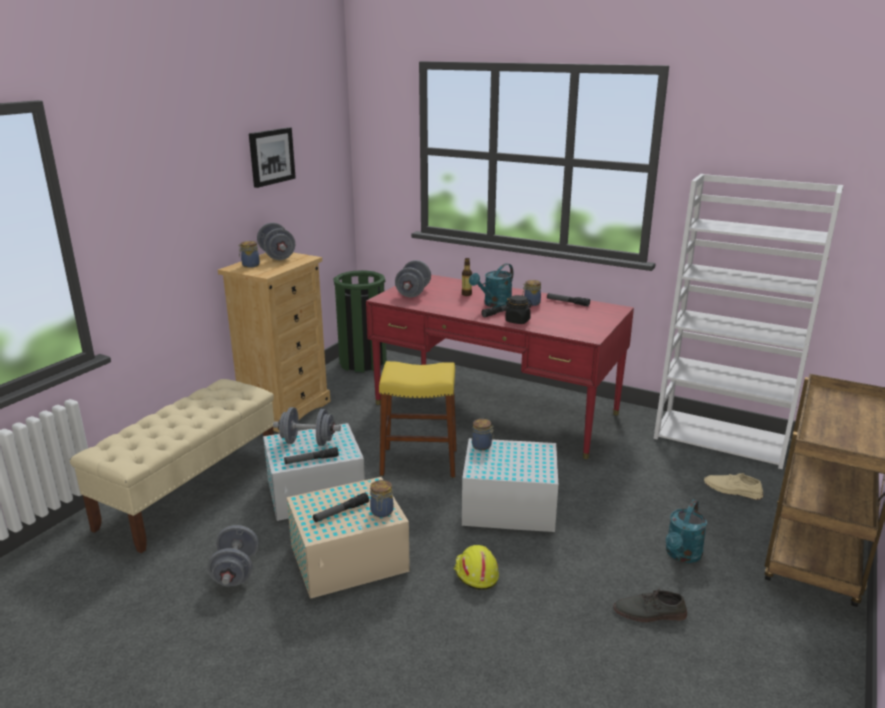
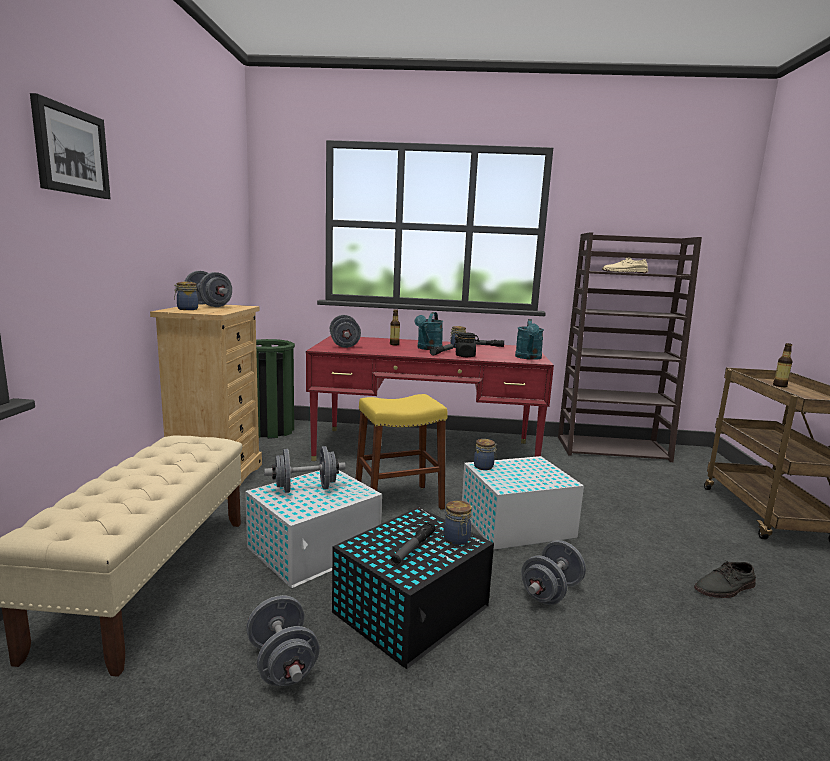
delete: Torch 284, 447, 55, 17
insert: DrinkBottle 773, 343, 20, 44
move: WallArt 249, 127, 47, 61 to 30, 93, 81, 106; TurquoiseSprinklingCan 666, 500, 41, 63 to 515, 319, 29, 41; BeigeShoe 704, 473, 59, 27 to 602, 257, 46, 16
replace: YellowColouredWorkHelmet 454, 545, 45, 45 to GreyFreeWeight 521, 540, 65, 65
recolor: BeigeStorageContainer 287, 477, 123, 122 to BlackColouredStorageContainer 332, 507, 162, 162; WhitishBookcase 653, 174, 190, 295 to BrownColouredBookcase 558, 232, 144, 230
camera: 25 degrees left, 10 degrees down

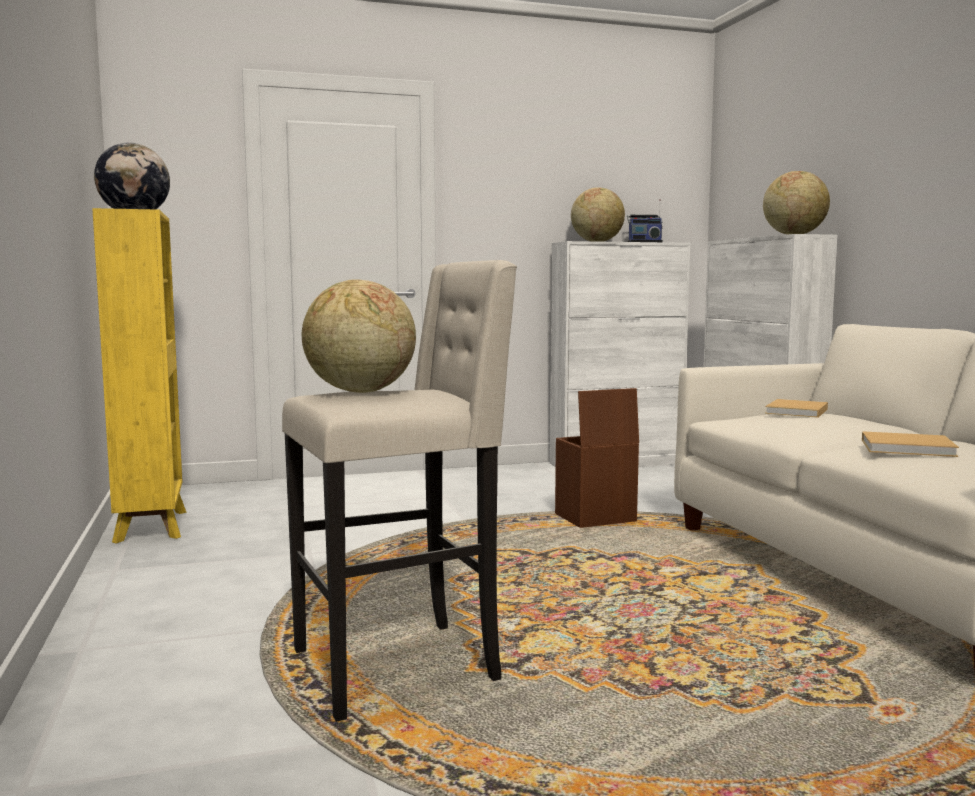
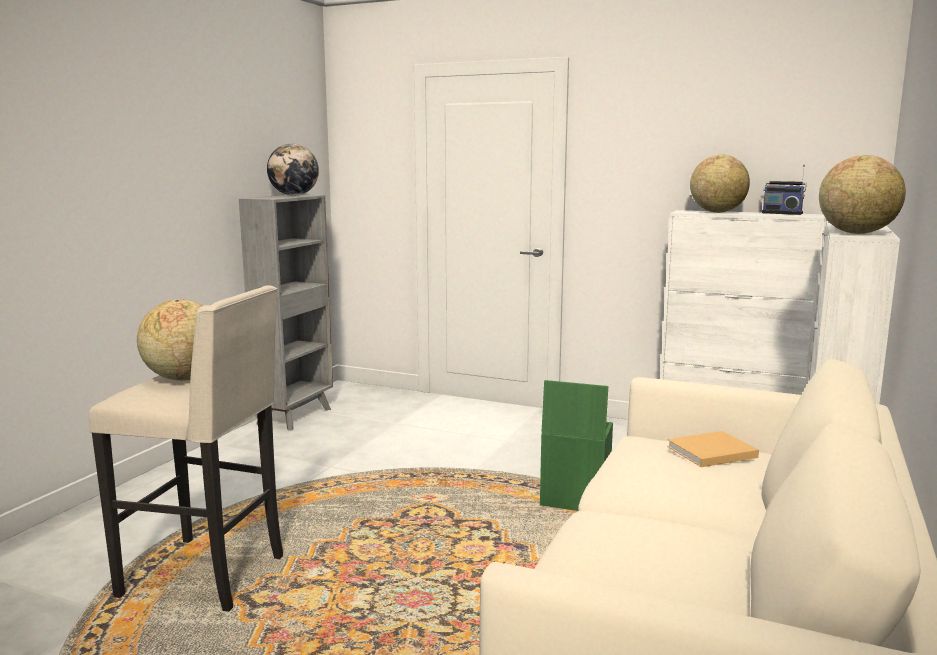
delete: BeigeVolume 862, 431, 97, 26
recolor: YellowColouredBookcase 92, 208, 94, 336 to GreyBookcase 239, 195, 94, 236; BrownColouredStorageContainer 555, 388, 84, 140 to GreenStorageContainer 540, 380, 73, 131
camera: 40 degrees right, 5 degrees up

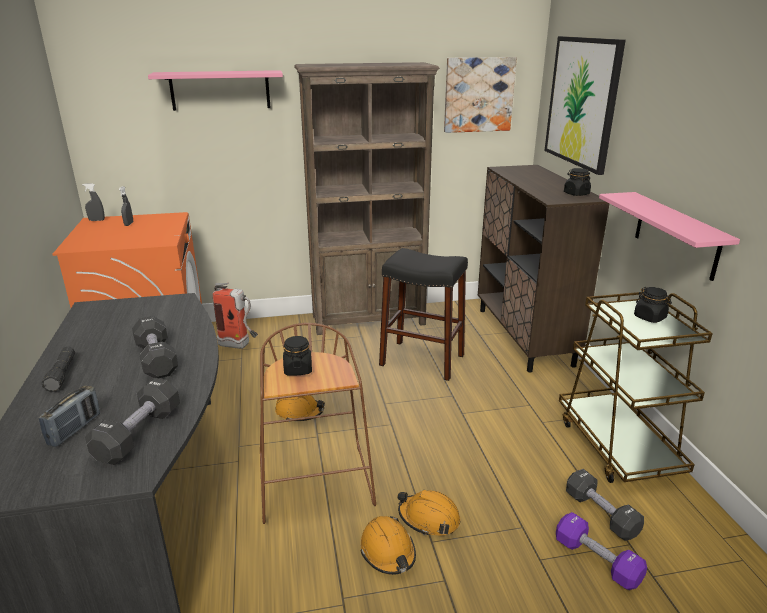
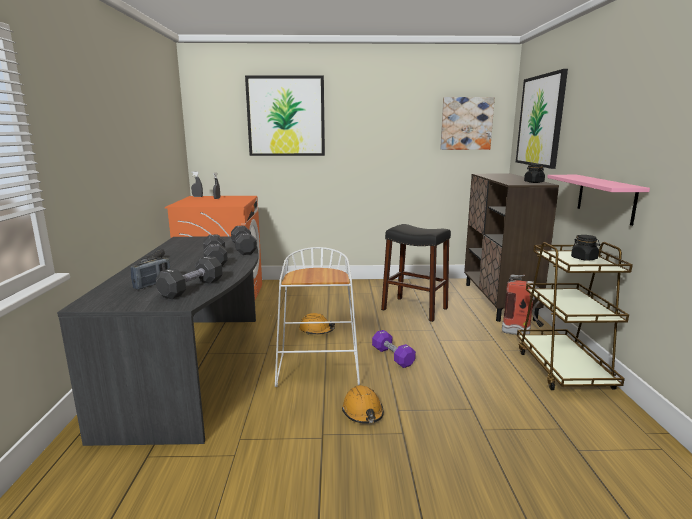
delete: BlackColouredStorageJar 283, 336, 29, 39; BrownColouredBookcase 294, 62, 146, 273; OrangeWorkHelmet 398, 490, 62, 46
move: Extinguisher 213, 283, 45, 66 to 502, 274, 42, 61; PurpleFreeWeight 556, 512, 91, 78 to 372, 330, 44, 38; BlackColouredFreeWeight 566, 469, 78, 72 to 231, 225, 26, 30
replace: PinkishShelf 148, 70, 135, 41 to WallArt 245, 75, 80, 81
recolor: BrownColouredStoolSeat 260, 323, 116, 201 to WhitishStoolSeat 275, 247, 85, 140
camera: 10 degrees right, 10 degrees down

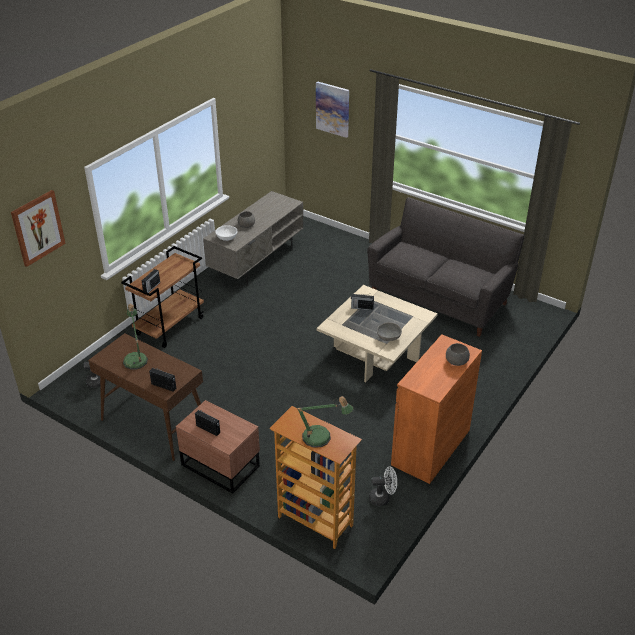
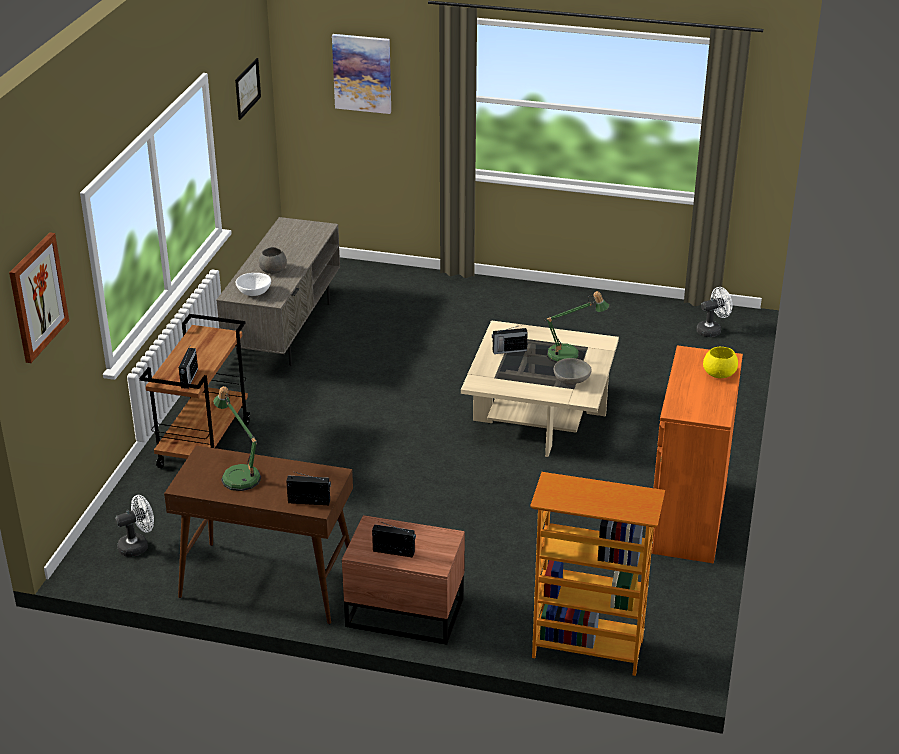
delete: GreySofa 367, 197, 158, 140
insert: WallArt 235, 58, 26, 62
move: TableLamp 296, 396, 57, 52 to 544, 291, 65, 72; WhitishCoolingFan 369, 467, 28, 39 to 696, 287, 36, 50
recolor: GreyServingBowl 446, 343, 24, 23 to YellowColouredServingBowl 703, 347, 35, 31
camera: 20 degrees left, 5 degrees down

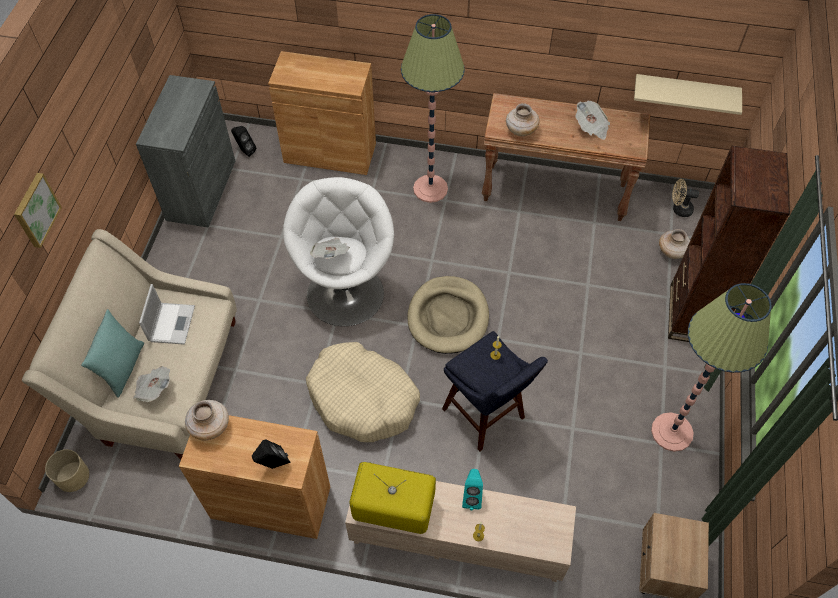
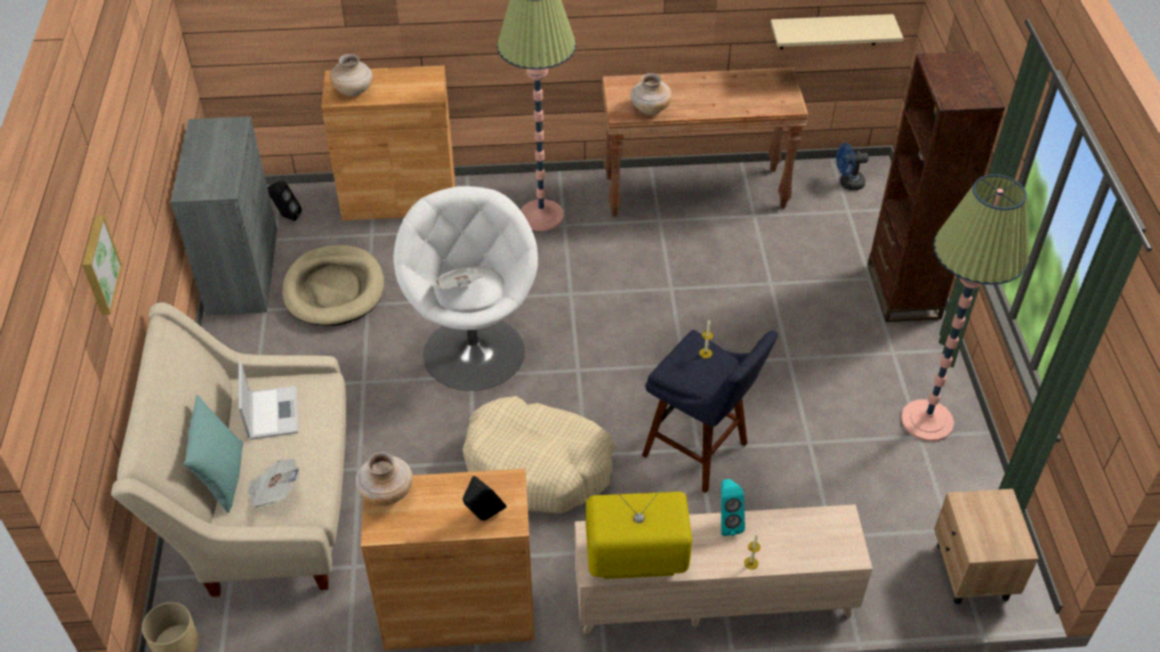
delete: PrintedPaper 575, 101, 35, 39
move: BeigePetBed 407, 276, 82, 78 to 282, 245, 102, 81; BeigeVase 659, 229, 31, 30 to 330, 54, 43, 42
recolor: BeigeCoolingFan 672, 179, 27, 38 to BluishCoolingFan 836, 143, 33, 47
camera: 15 degrees left, 10 degrees down

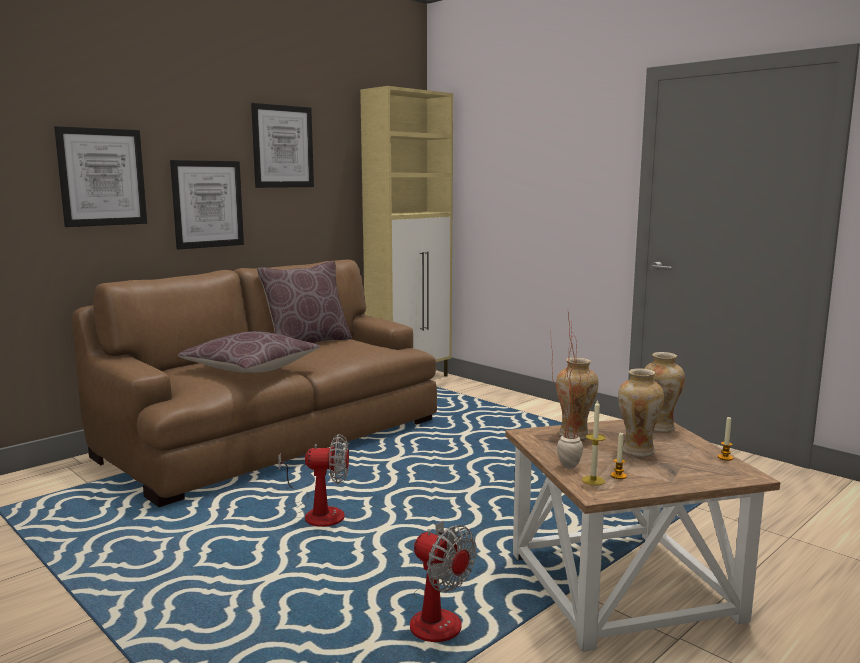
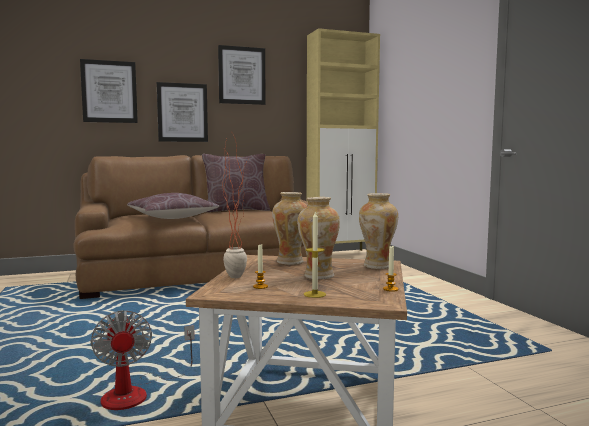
delete: CoolingFan 278, 434, 71, 93
move: Candle 582, 399, 24, 86 to 304, 212, 22, 86
camera: 25 degrees right, 5 degrees down

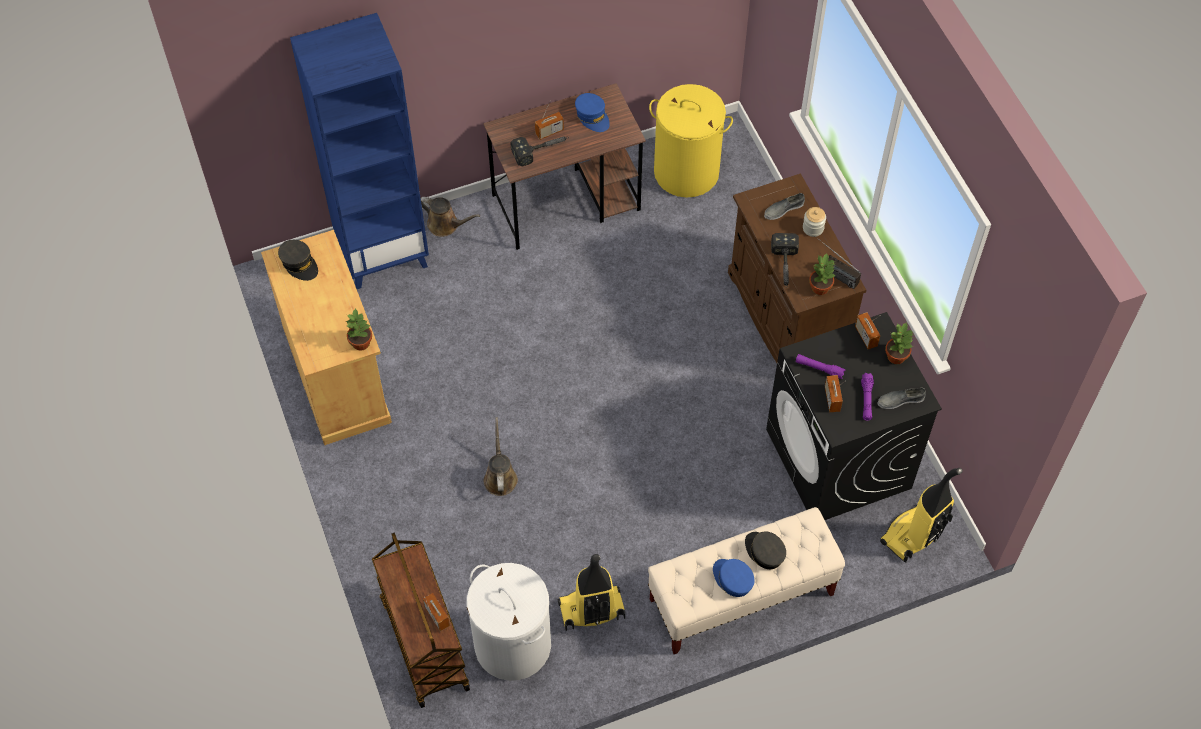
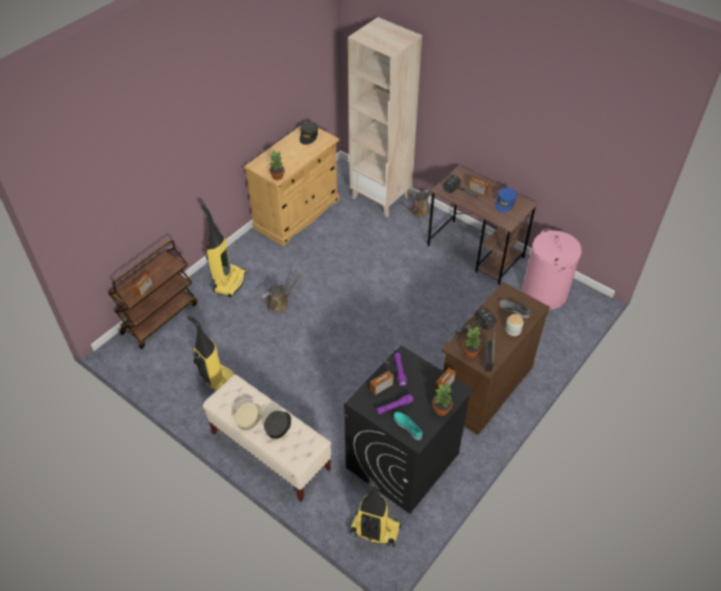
delete: WhitishHamper 466, 563, 85, 118
insert: Hoover 201, 204, 45, 93
recolor: BluishBookcase 290, 13, 139, 276 to BeigeBookcase 348, 17, 74, 200; YellowColouredHamper 649, 84, 84, 114 to PinkishHamper 522, 229, 60, 81; BluishPeakedCap 713, 559, 42, 38 to BeigePeakedCap 235, 402, 27, 28; GreyShoe 878, 388, 48, 21 to TurquoiseShoe 394, 412, 29, 28
rotate: BrownColouredSprinklingCan 421, 197, 59, 40 = 404, 189, 27, 28 45 degrees clockwise
camera: 60 degrees right, 10 degrees down

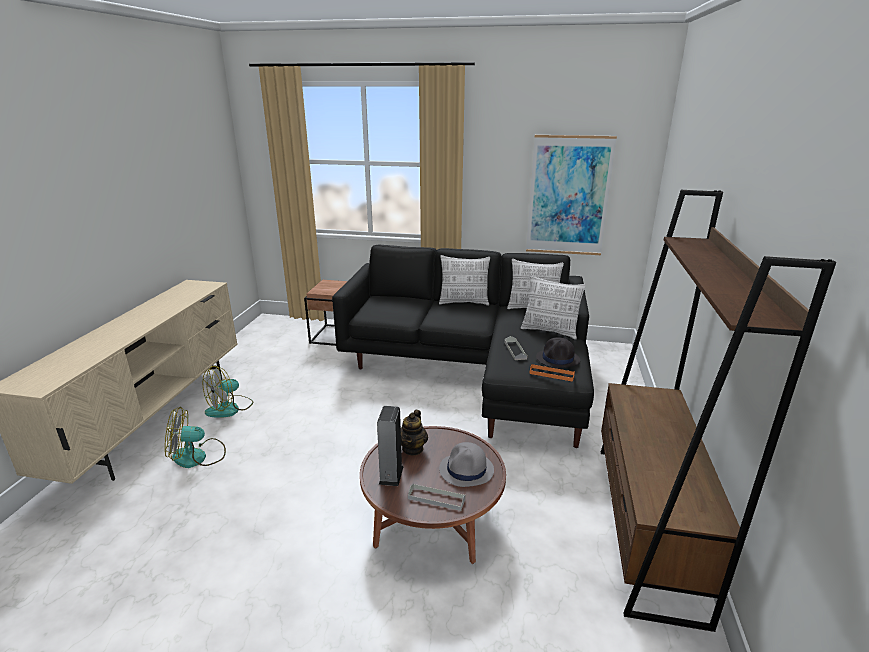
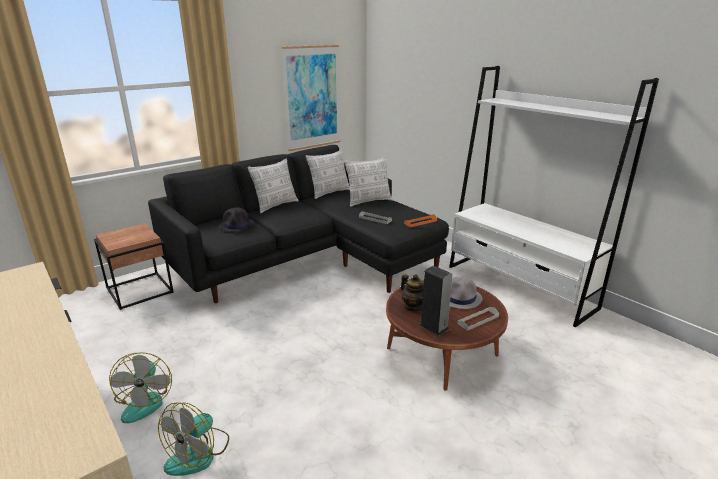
move: BlackColouredWearableHat 536, 337, 44, 31 to 218, 207, 37, 25
recolor: BrownColouredBookcase 601, 190, 235, 442 to WhitishBookcase 449, 66, 210, 262
camera: 50 degrees left, 0 degrees up

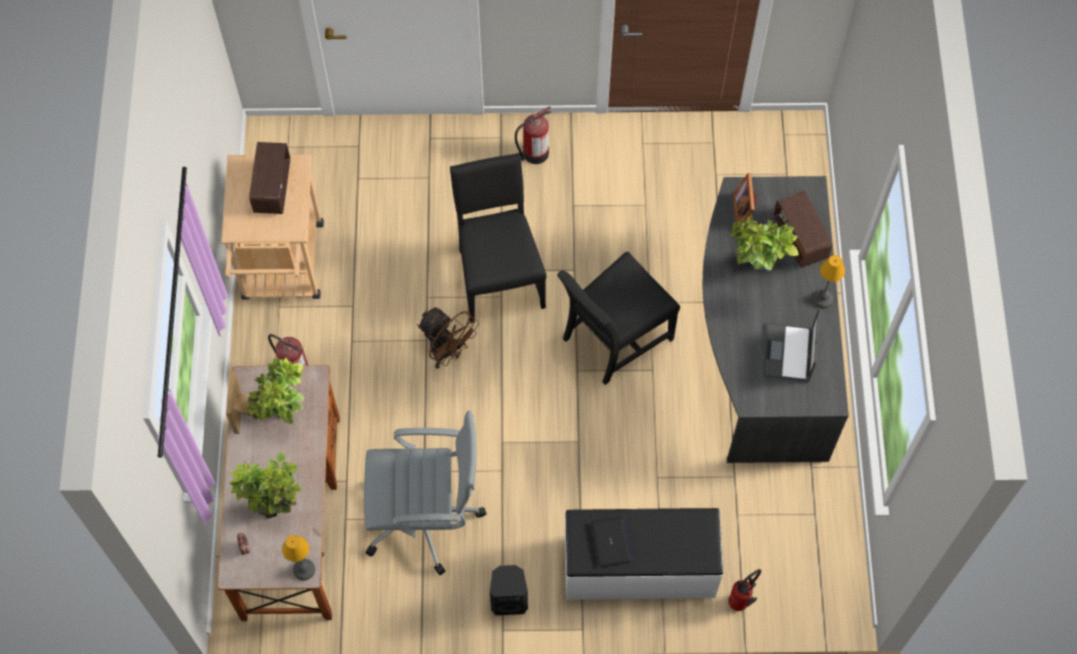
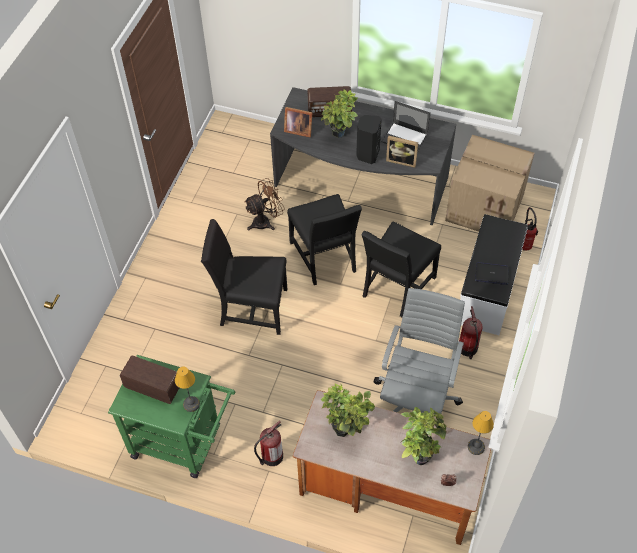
insert: BlackColouredChair 362, 221, 79, 96; CardboardBox 445, 135, 90, 97
move: PhotoFrame 226, 371, 26, 63 to 386, 136, 32, 32; BrownColouredCoolingFan 417, 307, 62, 62 to 244, 178, 41, 52; BlackColouredAudioSpeaker 490, 565, 38, 50 to 356, 115, 26, 49; Extinguisher 515, 106, 36, 58 to 459, 306, 24, 53; TableLamp 812, 255, 33, 53 to 175, 366, 25, 46
recolor: BeigeTrolley 221, 154, 103, 146 to GreenTrolley 108, 355, 127, 123
camera: 70 degrees left, 10 degrees down

